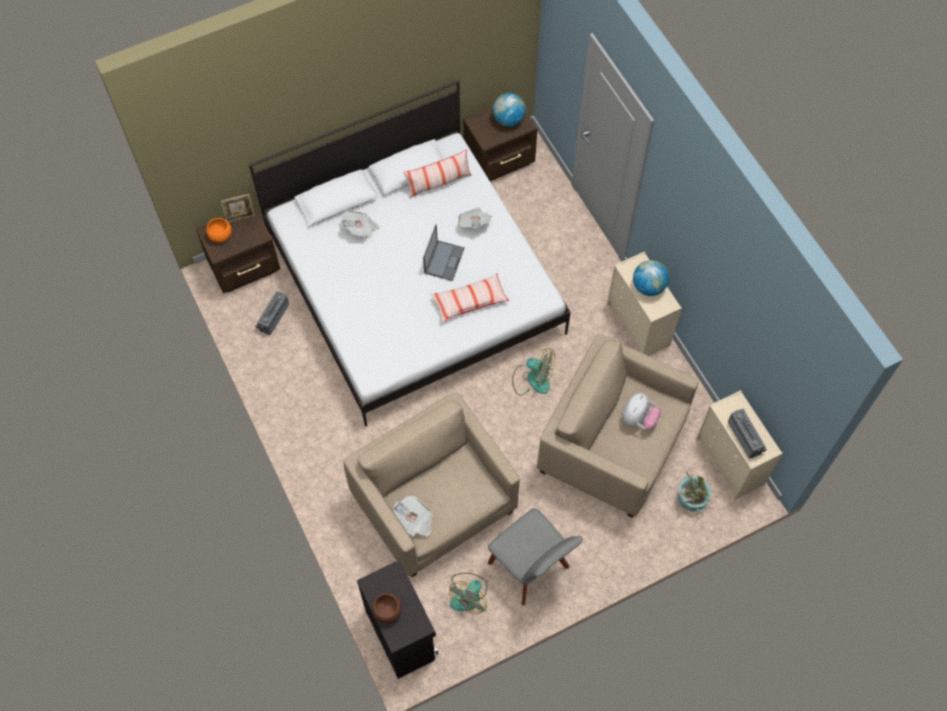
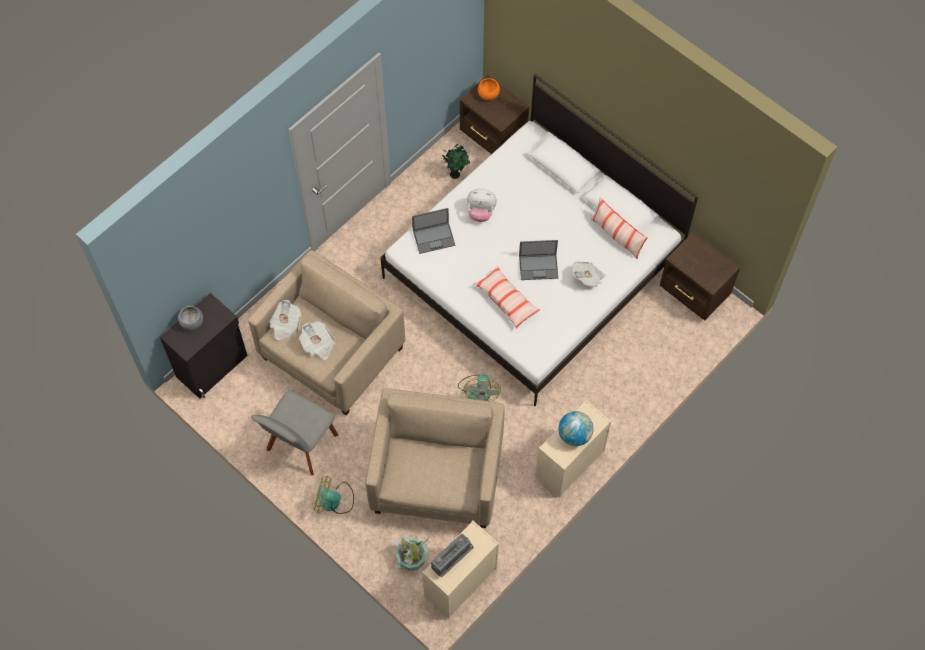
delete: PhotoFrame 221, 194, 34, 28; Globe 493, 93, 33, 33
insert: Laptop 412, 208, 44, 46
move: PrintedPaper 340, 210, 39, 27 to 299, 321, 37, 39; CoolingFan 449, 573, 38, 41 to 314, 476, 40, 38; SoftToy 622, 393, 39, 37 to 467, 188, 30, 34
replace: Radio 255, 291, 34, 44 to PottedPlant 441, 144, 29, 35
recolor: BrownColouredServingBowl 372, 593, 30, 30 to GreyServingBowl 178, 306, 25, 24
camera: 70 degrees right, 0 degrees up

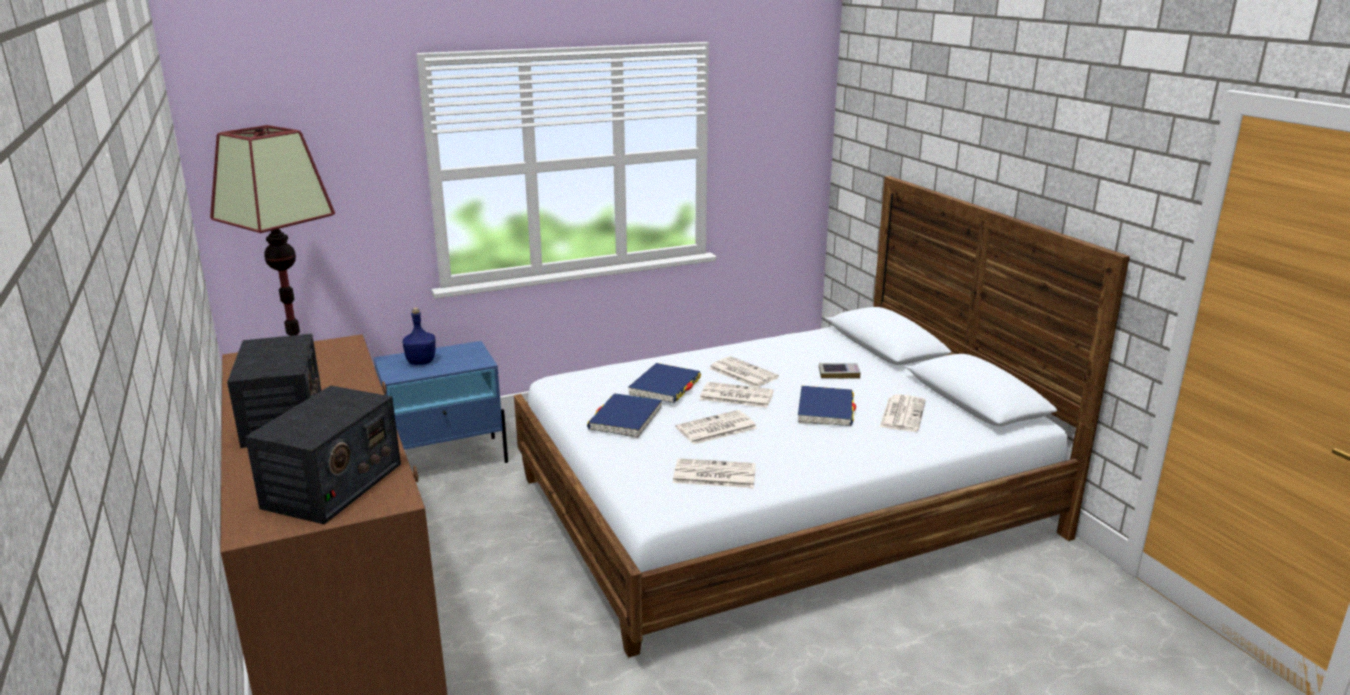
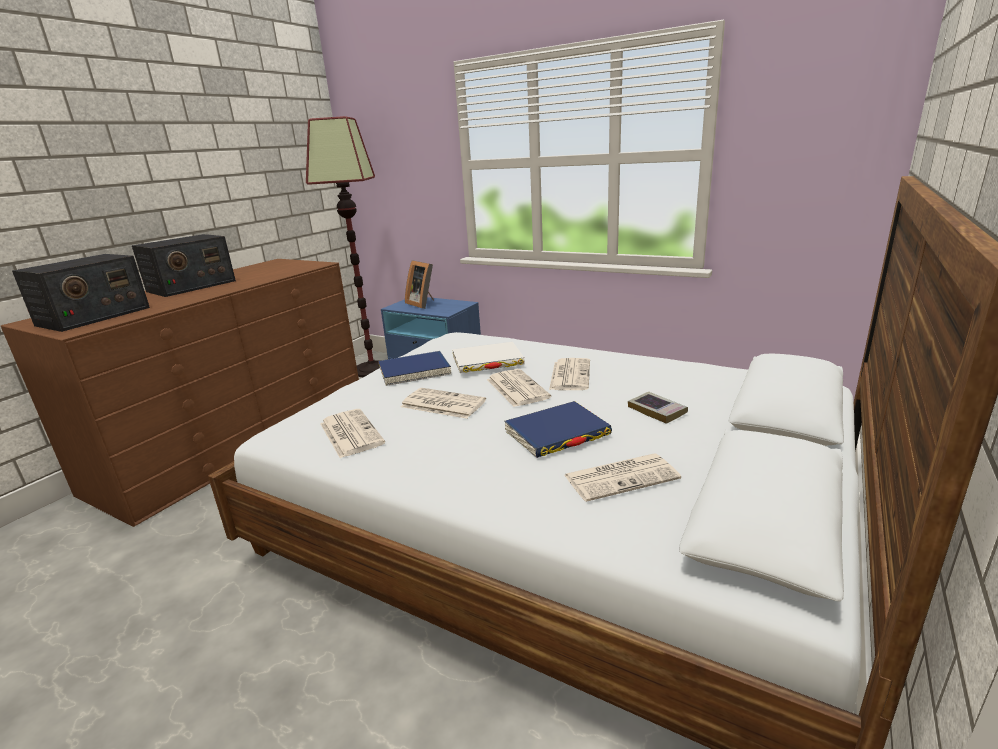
replace: BluishDrinkBottle 403, 308, 32, 57 to PhotoFrame 405, 260, 29, 49
recolor: BluishVolume 628, 363, 73, 40 to WhitishVolume 452, 342, 73, 31
rotate: Radio 245, 385, 156, 139 = 12, 254, 138, 78 45 degrees counterclockwise
camera: 55 degrees right, 0 degrees up

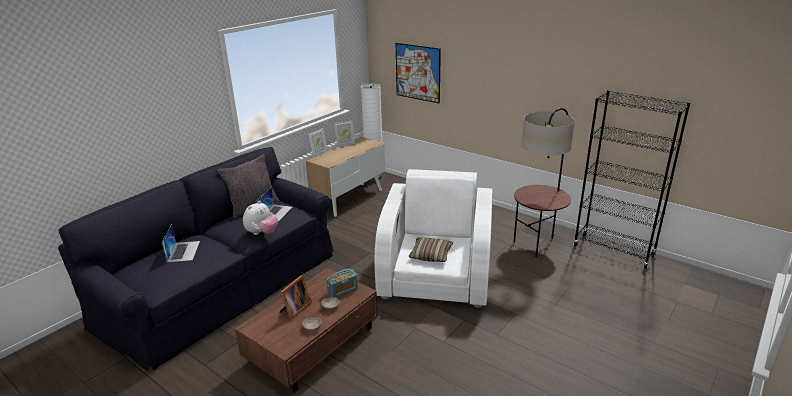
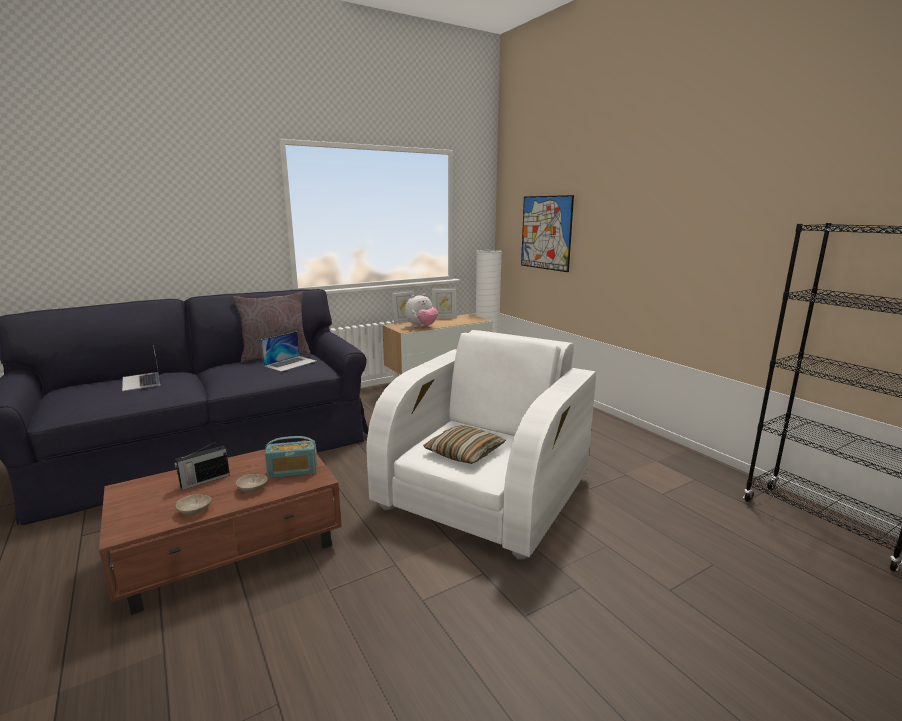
delete: StandingLamp 513, 108, 62, 149
move: SoftToy 243, 201, 35, 34 to 405, 294, 33, 33
replace: PhotoFrame 280, 275, 32, 45 to Radio 174, 441, 56, 49
rotate: Laptop 162, 224, 38, 38 = 122, 345, 39, 46 135 degrees clockwise
camera: 20 degrees right, 10 degrees down

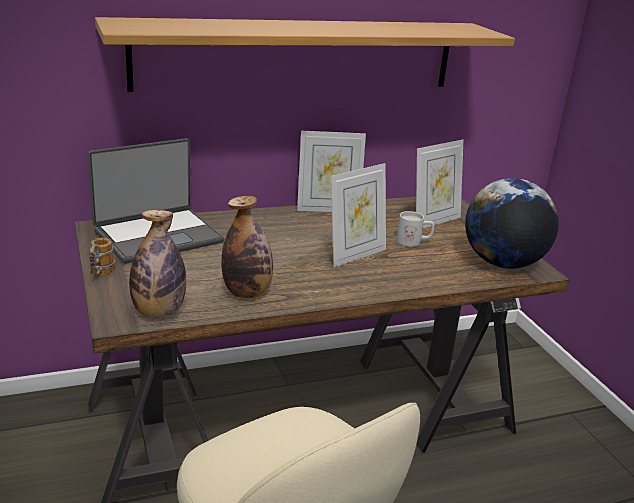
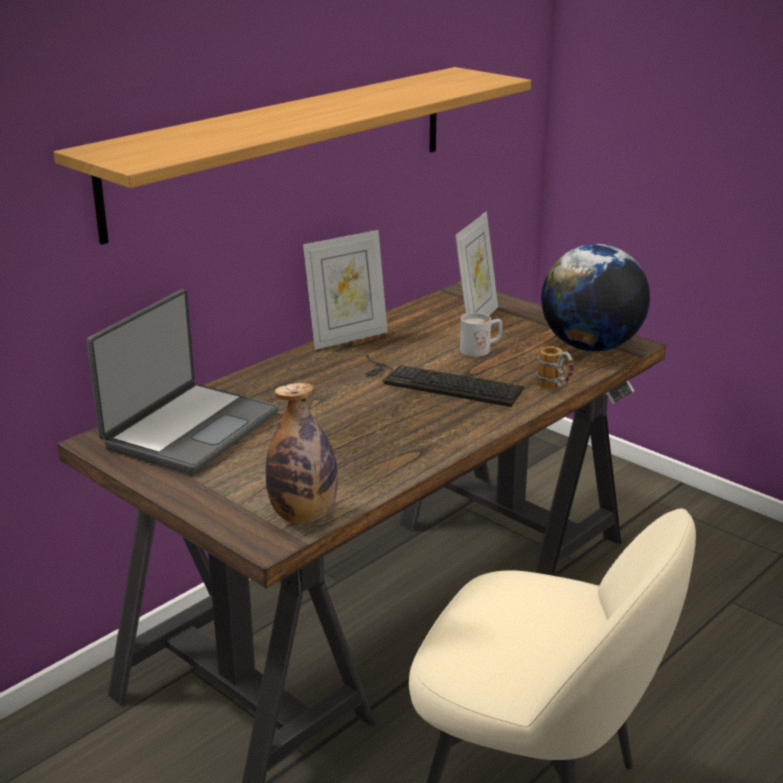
delete: DrinkBottle 222, 196, 51, 102
move: CoffeeMug 89, 238, 26, 37 to 536, 346, 39, 43
replace: PhotoFrame 331, 163, 55, 104 to Keyboard 365, 354, 159, 53
camera: 25 degrees left, 0 degrees up

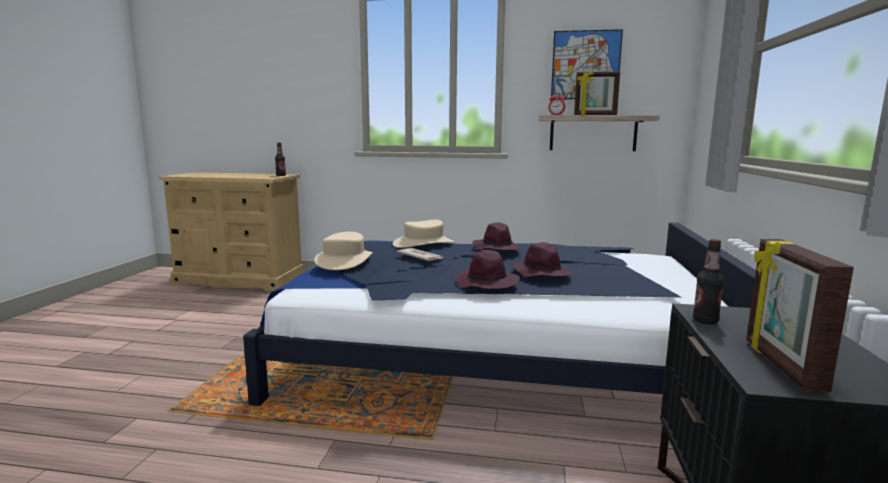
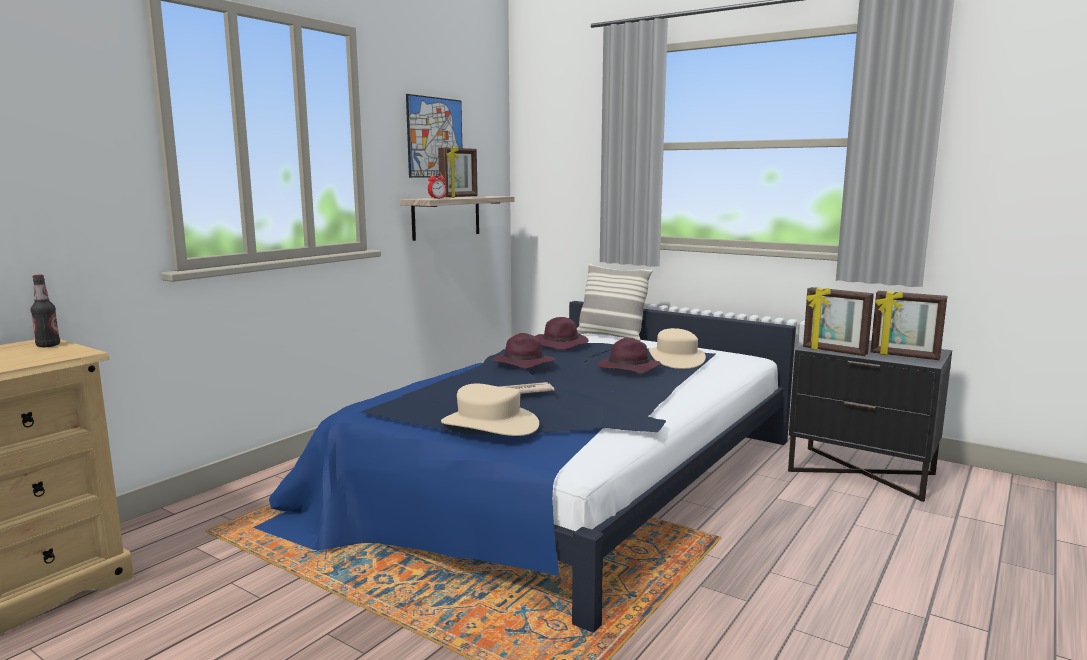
insert: Pillow 577, 263, 76, 78
move: BeigeWearableHat 393, 220, 62, 28 to 649, 328, 57, 41; PurpleWearableHat 456, 250, 64, 39 to 535, 317, 54, 33
replace: DrinkBottle 693, 239, 31, 85 to PhotoFrame 803, 287, 71, 69
camera: 65 degrees left, 0 degrees up

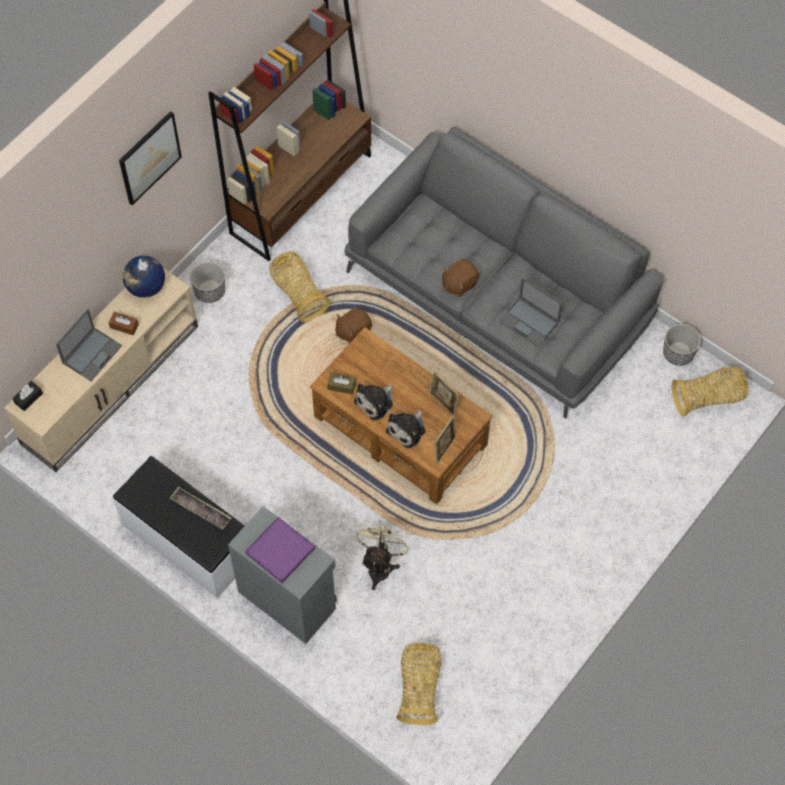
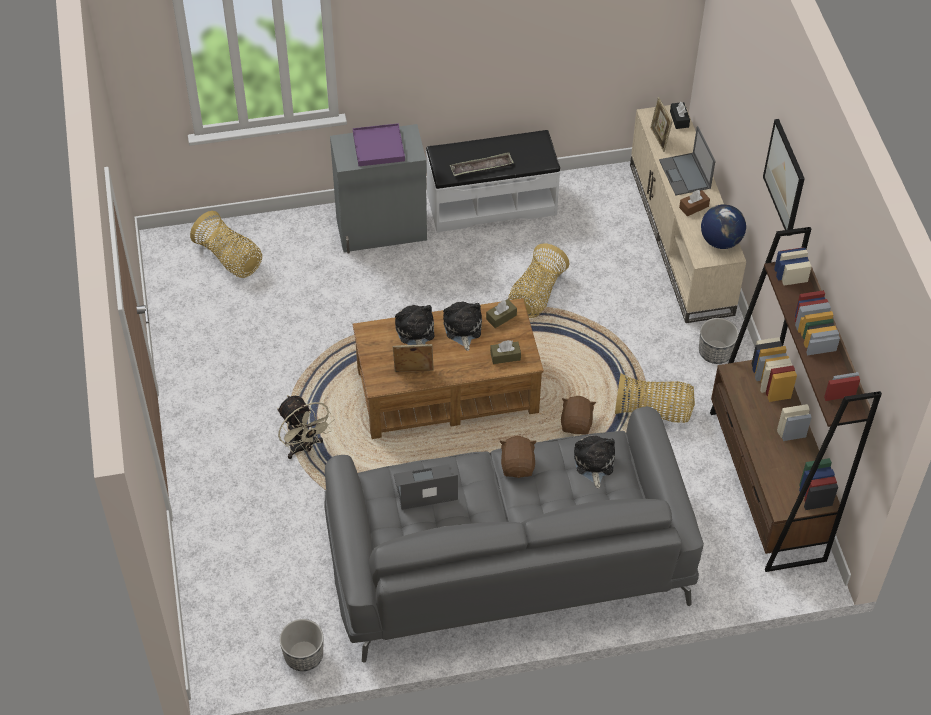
insert: BrownColouredTissueBox 490, 340, 31, 24; SoftToy 574, 436, 41, 53
move: BeigeCoolingFan 356, 520, 55, 70 to 277, 395, 58, 64; PhotoFrame 434, 415, 22, 49 to 650, 97, 23, 55; HouseholdBasket 672, 366, 76, 50 to 508, 244, 61, 74
camera: 130 degrees right, 10 degrees down

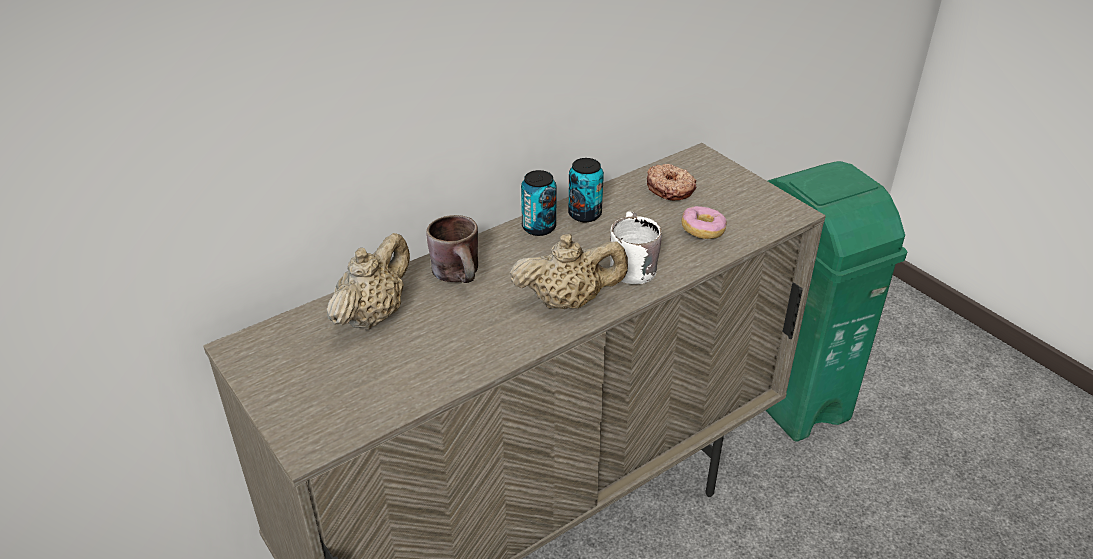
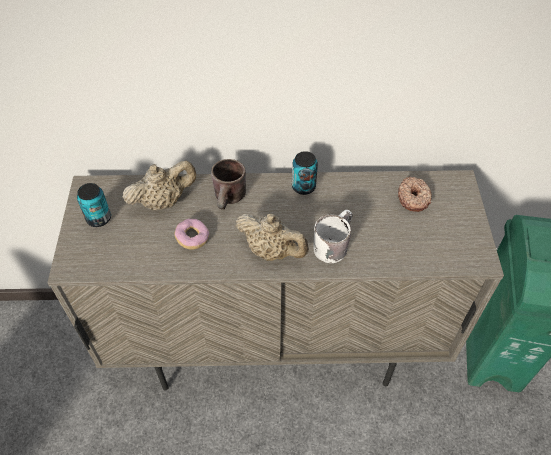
move: MetalCan 568, 158, 36, 64 to 77, 183, 34, 44; Doughnut 681, 206, 46, 33 to 174, 219, 35, 30
camera: 35 degrees right, 15 degrees up

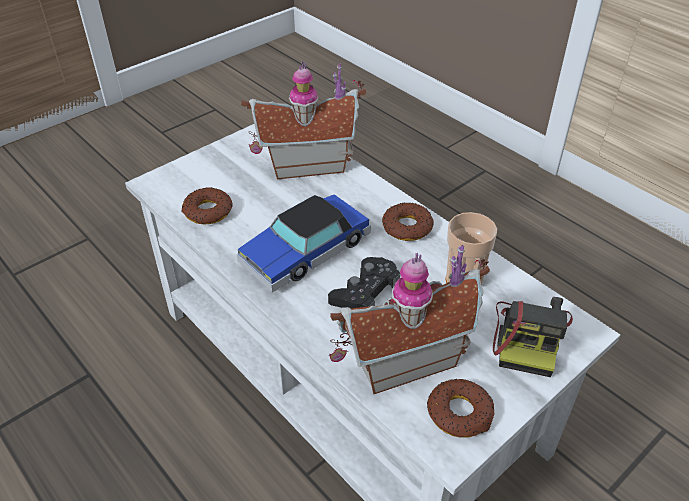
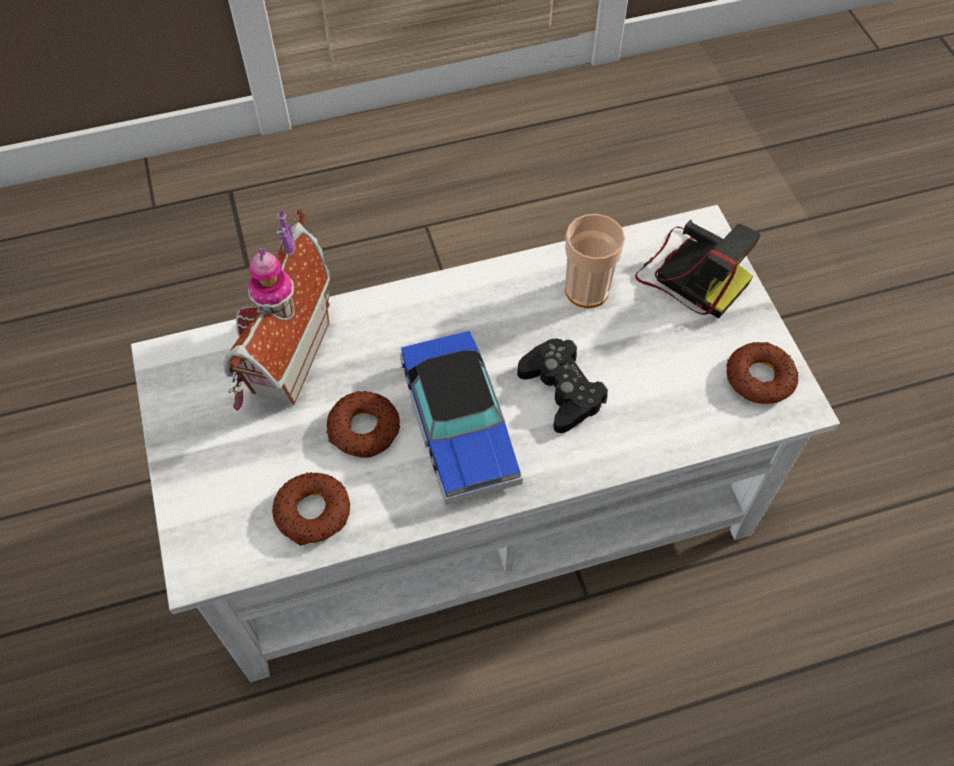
delete: ToyHouse 329, 245, 161, 149
move: Doughnut 382, 202, 52, 39 to 327, 391, 73, 67
camera: 65 degrees left, 15 degrees up

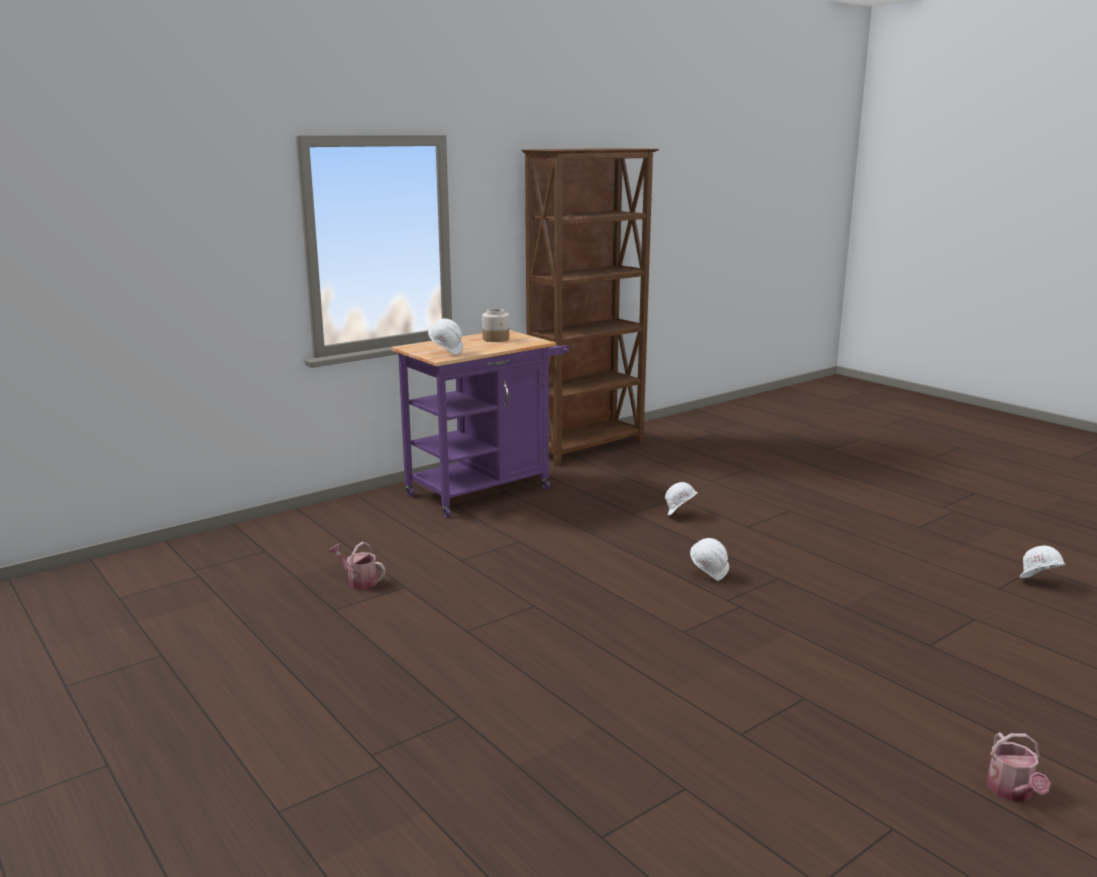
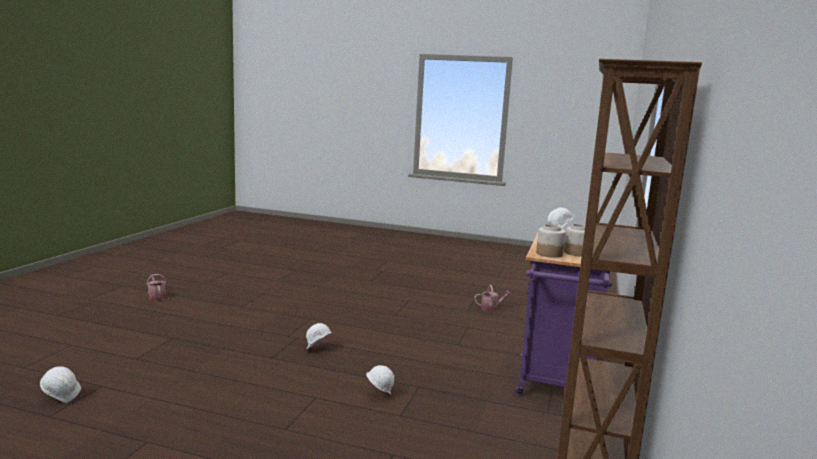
insert: StorageJar 536, 224, 30, 34
camera: 145 degrees right, 5 degrees down

